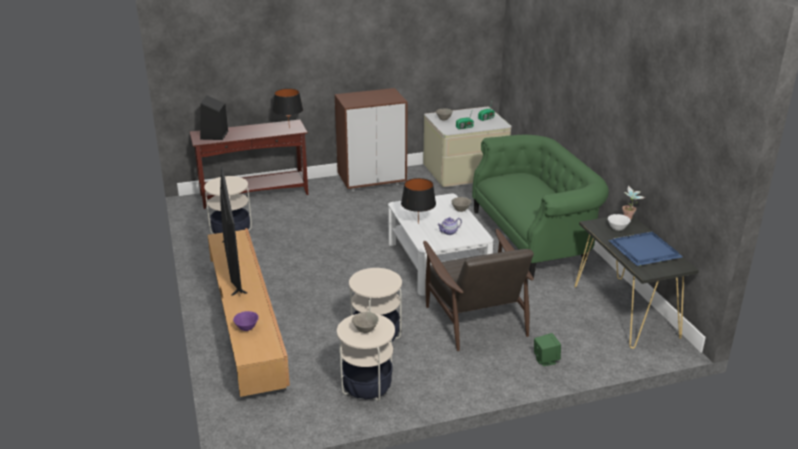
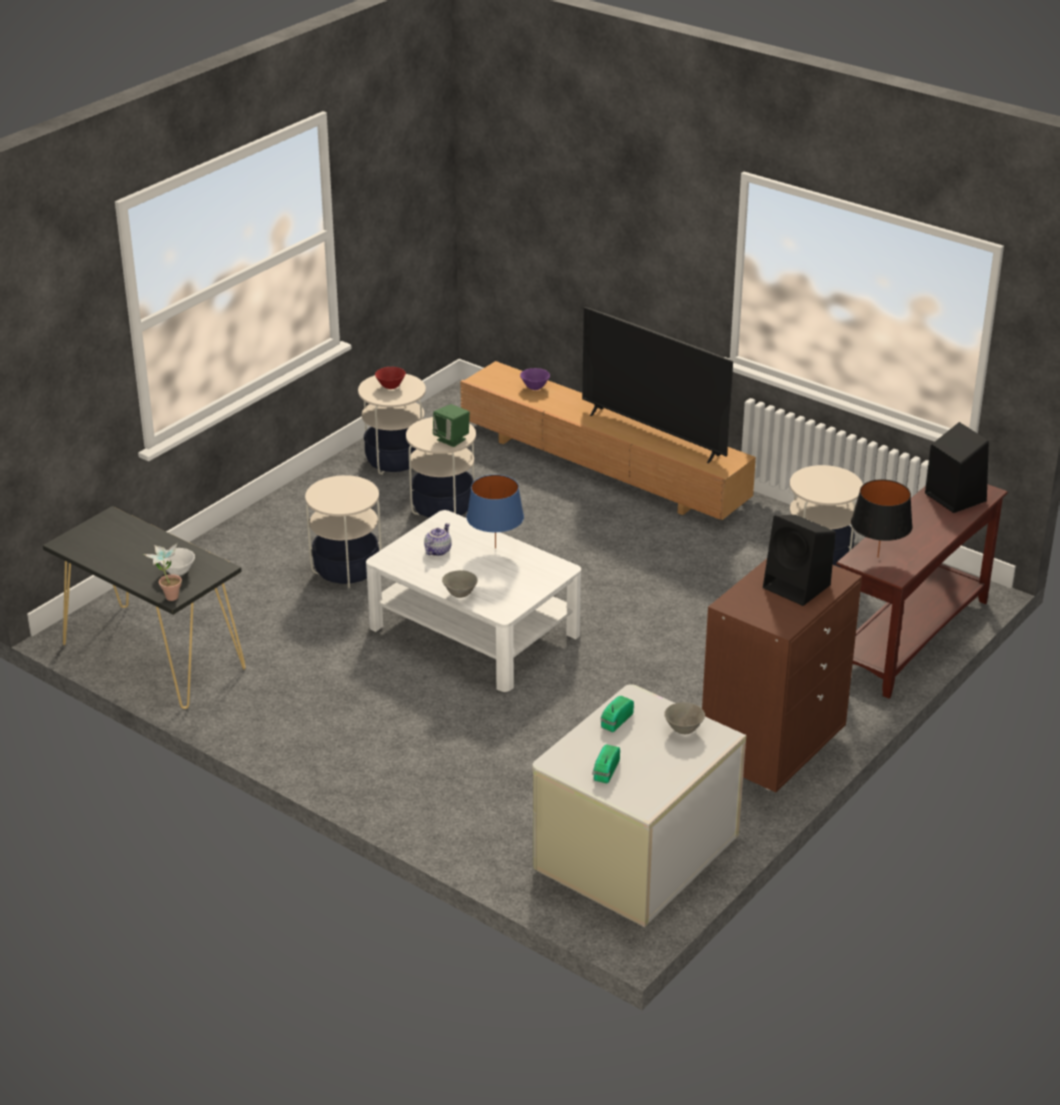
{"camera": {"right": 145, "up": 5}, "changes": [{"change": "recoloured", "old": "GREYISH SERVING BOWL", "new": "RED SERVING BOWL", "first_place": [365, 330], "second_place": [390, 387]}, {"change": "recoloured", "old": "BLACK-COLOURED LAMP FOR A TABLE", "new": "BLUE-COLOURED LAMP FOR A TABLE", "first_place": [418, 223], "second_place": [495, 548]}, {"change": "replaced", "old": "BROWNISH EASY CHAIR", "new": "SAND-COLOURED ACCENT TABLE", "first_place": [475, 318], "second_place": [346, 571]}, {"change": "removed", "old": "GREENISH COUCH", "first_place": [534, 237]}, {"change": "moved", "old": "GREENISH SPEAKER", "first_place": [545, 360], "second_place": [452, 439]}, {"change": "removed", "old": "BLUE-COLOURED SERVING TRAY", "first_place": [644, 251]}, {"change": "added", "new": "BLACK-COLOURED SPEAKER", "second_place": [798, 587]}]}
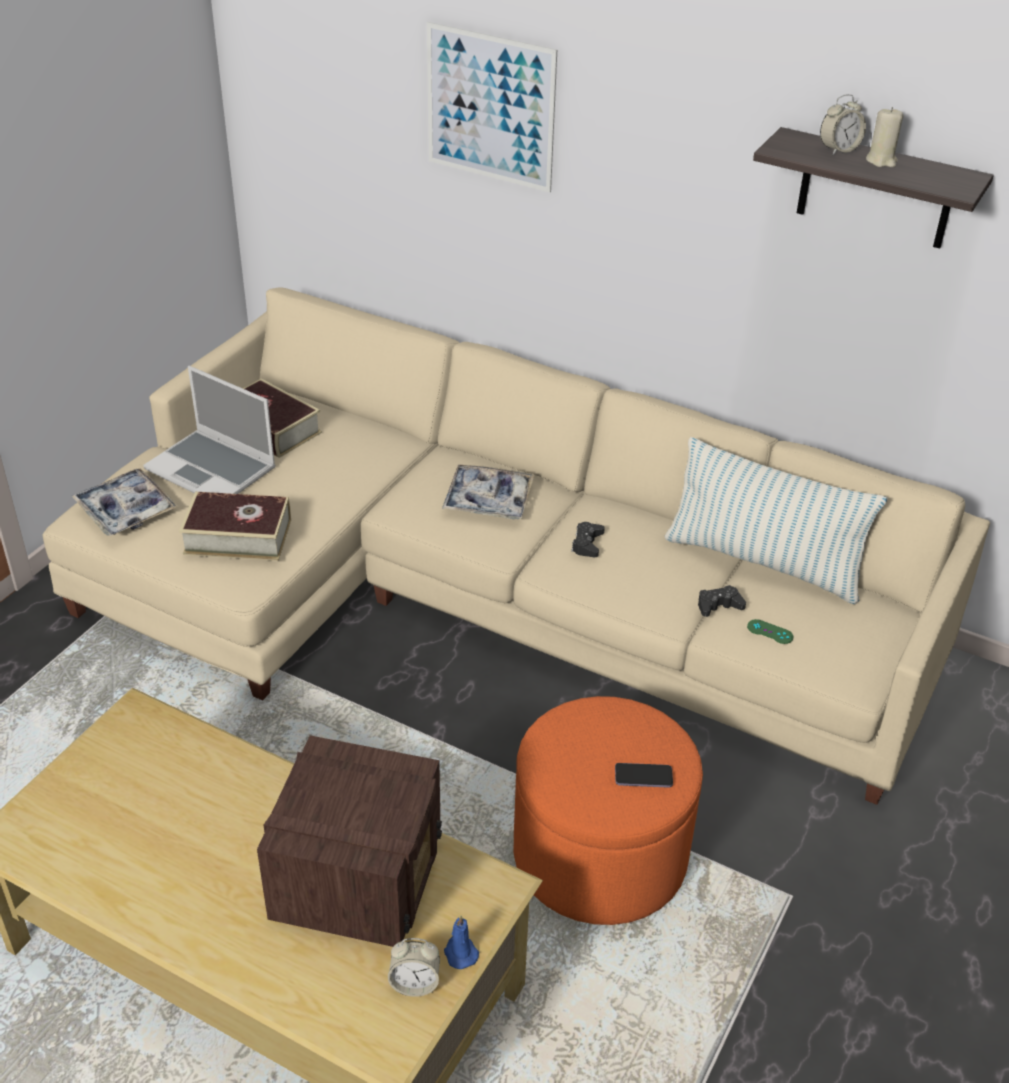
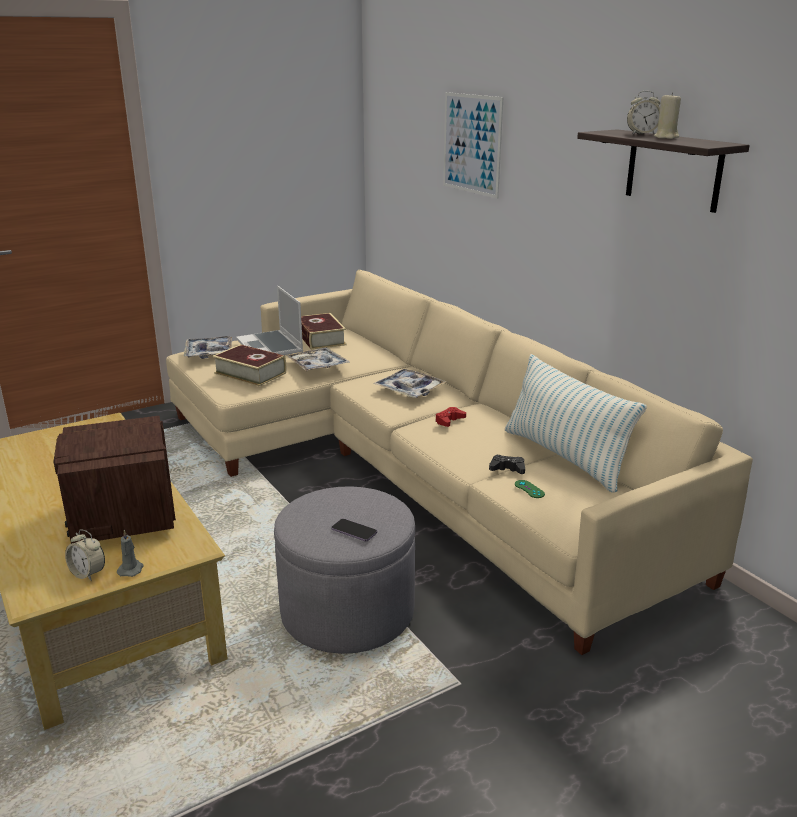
{"camera": {"right": 30, "up": -15}, "changes": [{"change": "turned", "old": "RADIO", "first_place": [359, 878], "second_place": [123, 518], "degrees": 120}, {"change": "recoloured", "old": "BLUE-COLOURED WAX LIGHT", "new": "GREYISH WAX LIGHT", "first_place": [460, 952], "second_place": [131, 569]}, {"change": "recoloured", "old": "ORANGE-COLOURED POUFFE", "new": "GREYISH POUFFE", "first_place": [600, 855], "second_place": [347, 611]}, {"change": "recoloured", "old": "BLACK-COLOURED GAMEPAD", "new": "RED GAMEPAD", "first_place": [587, 544], "second_place": [449, 421]}, {"change": "added", "new": "SERVING TRAY", "second_place": [317, 365]}]}
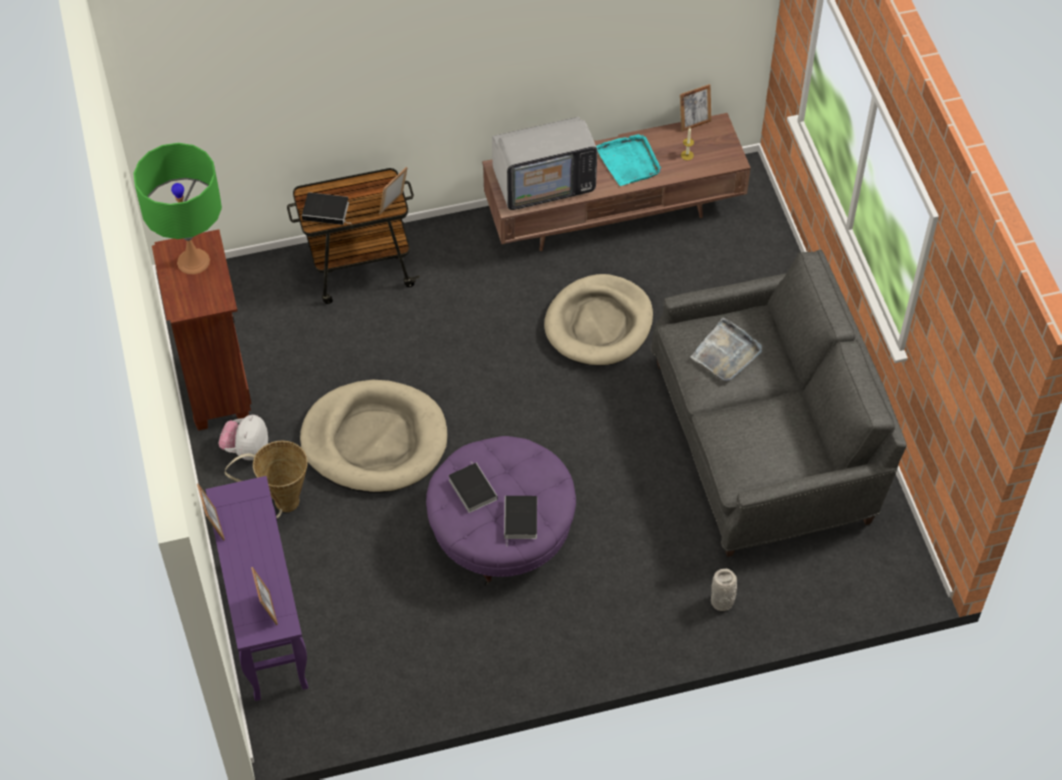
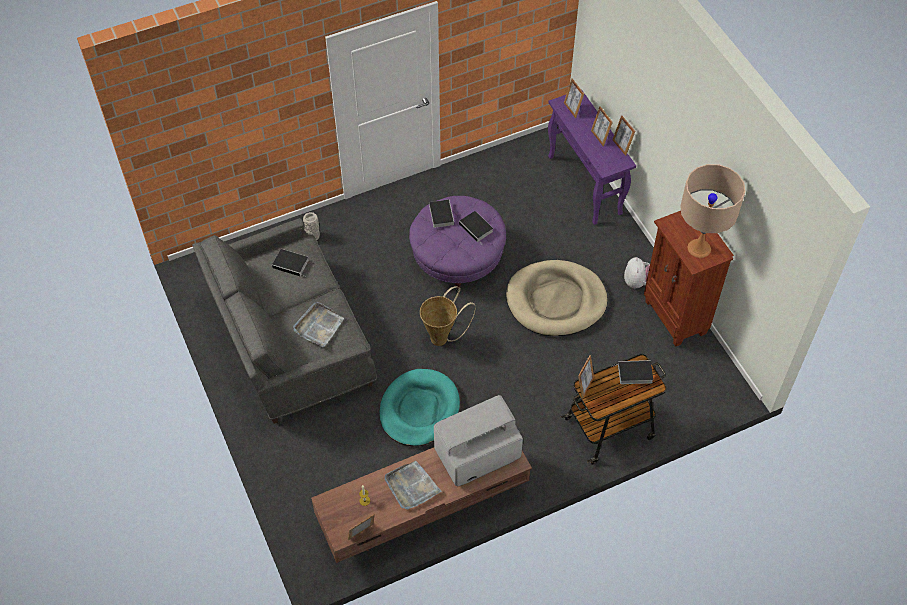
{"camera": {"right": 170, "up": 0}, "changes": [{"change": "recoloured", "old": "GREENISH LAMP FOR A TABLE", "new": "SAND-COLOURED LAMP FOR A TABLE", "first_place": [193, 261], "second_place": [699, 248]}, {"change": "moved", "old": "BASKET", "first_place": [280, 504], "second_place": [443, 337]}, {"change": "recoloured", "old": "SAND-COLOURED PET BED", "new": "BLUE-GREEN PET BED", "first_place": [599, 324], "second_place": [419, 410]}, {"change": "recoloured", "old": "BLUE-GREEN SERVING TRAY", "new": "GREYISH SERVING TRAY", "first_place": [629, 161], "second_place": [411, 486]}, {"change": "added", "new": "BOUND BOOK", "second_place": [291, 264]}, {"change": "added", "new": "PHOTO FRAME", "second_place": [600, 137]}]}
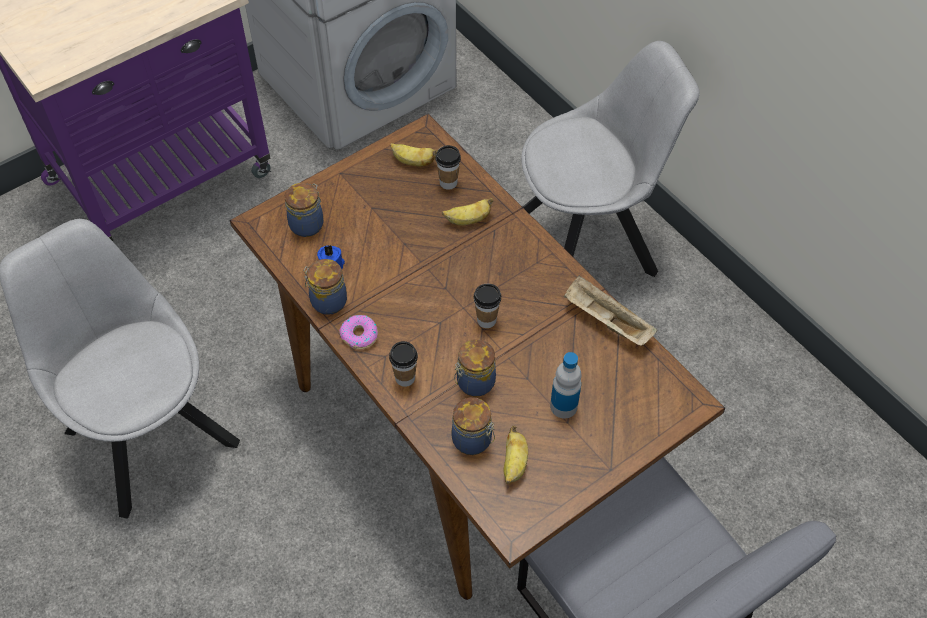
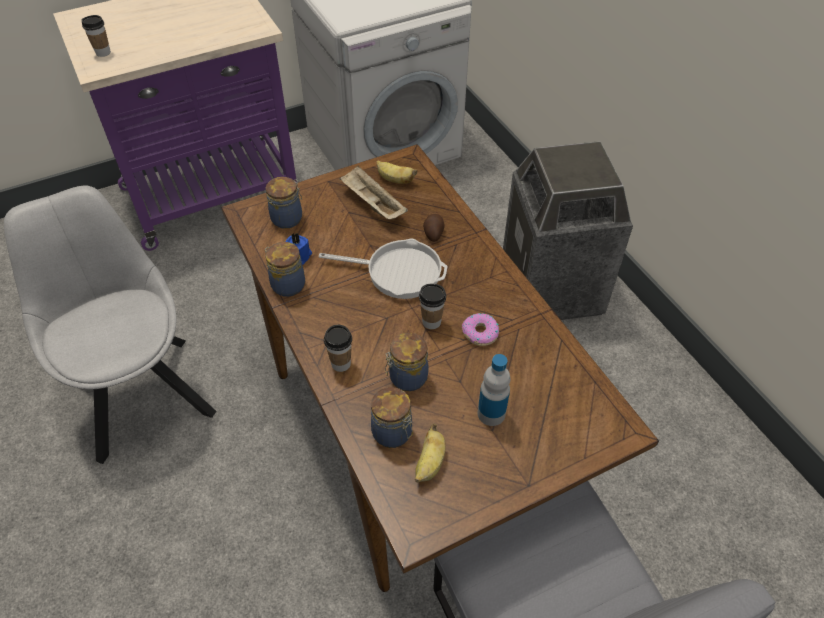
{"camera": {"right": 10, "up": -5}, "changes": [{"change": "moved", "old": "DOUGHNUT", "first_place": [359, 335], "second_place": [480, 333]}, {"change": "moved", "old": "DRINKING CUP", "first_place": [448, 183], "second_place": [103, 53]}, {"change": "replaced", "old": "BANANA FRUIT", "new": "WHOLE POTATO", "first_place": [468, 220], "second_place": [433, 233]}, {"change": "replaced", "old": "GREYISH PLAIN CHAIR", "new": "TRASH CAN", "first_place": [588, 242], "second_place": [551, 289]}, {"change": "moved", "old": "SAND-COLOURED SERVING TRAY", "first_place": [605, 321], "second_place": [372, 204]}, {"change": "added", "new": "PAN", "second_place": [398, 272]}]}
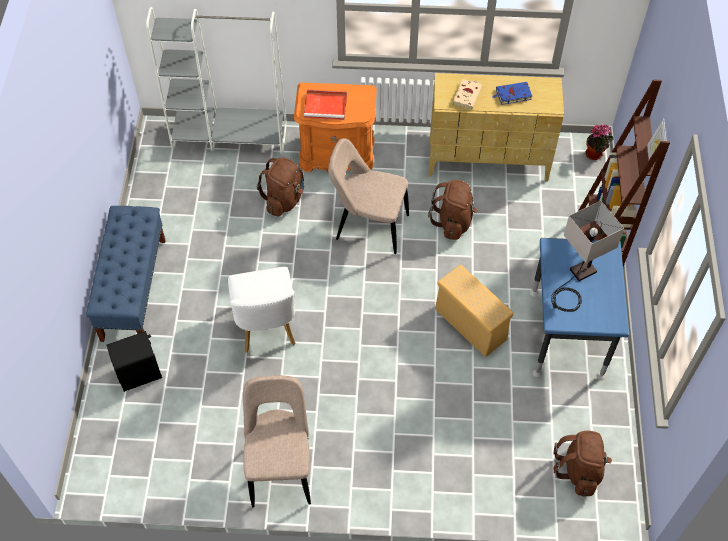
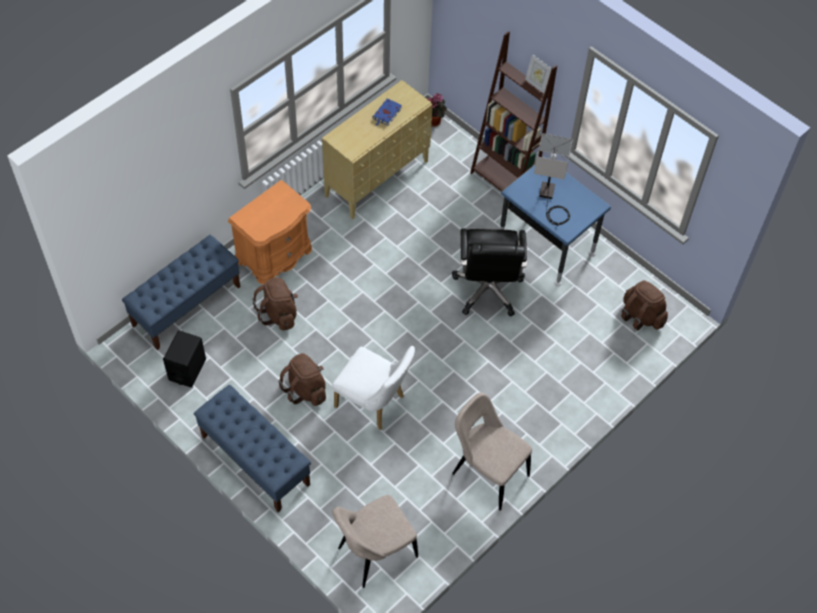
{"camera": {"right": -50, "up": 0}, "changes": [{"change": "moved", "old": "BLACK-COLOURED SPEAKER", "first_place": [139, 373], "second_place": [187, 369]}, {"change": "replaced", "old": "GREYISH GARMENT STAND", "new": "BLUE-COLOURED BENCH", "first_place": [230, 138], "second_place": [187, 305]}, {"change": "removed", "old": "RED SERVING TRAY", "first_place": [326, 106]}, {"change": "moved", "old": "SAND-COLOURED PLAIN CHAIR", "first_place": [368, 226], "second_place": [374, 554]}, {"change": "moved", "old": "BROWNISH KNAPSACK", "first_place": [453, 222], "second_place": [305, 389]}, {"change": "replaced", "old": "SAND-COLOURED STORAGE BIN", "new": "BLACK-COLOURED OFFICE CHAIR", "first_place": [469, 323], "second_place": [487, 289]}, {"change": "removed", "old": "SAND-COLOURED BOUND BOOK", "first_place": [467, 95]}]}
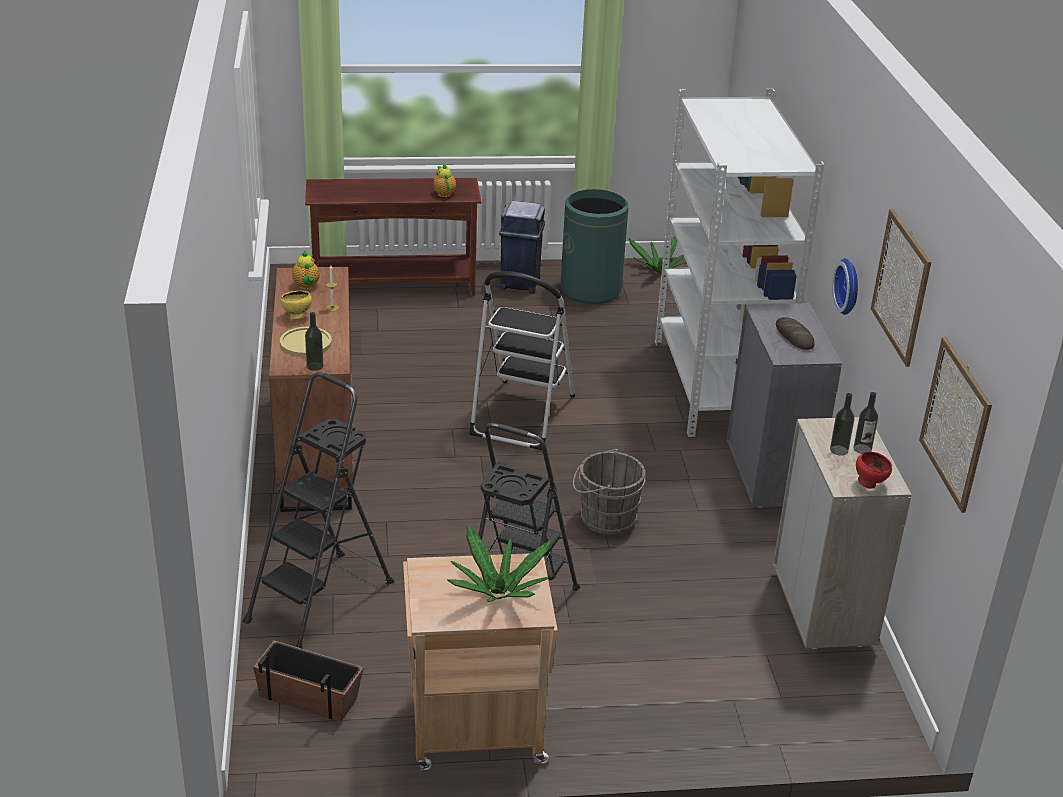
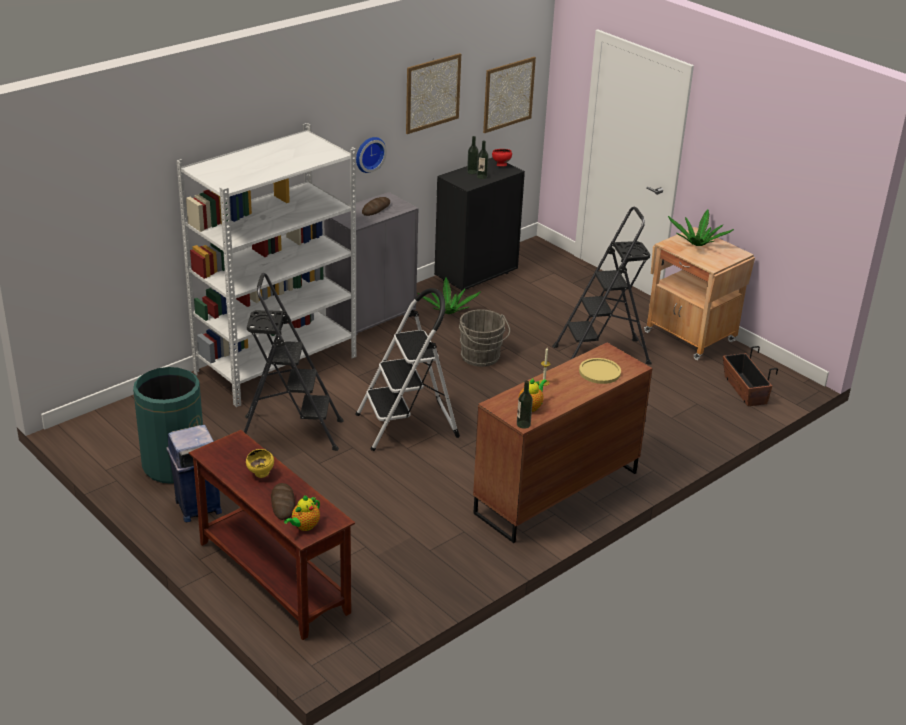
{"camera": {"right": -125, "up": 0}, "changes": [{"change": "moved", "old": "STEP LADDER", "first_place": [321, 599], "second_place": [289, 432]}, {"change": "moved", "old": "YELLOW-COLOURED SERVING BOWL", "first_place": [296, 317], "second_place": [261, 475]}, {"change": "moved", "old": "BEVERAGE BOTTLE", "first_place": [315, 366], "second_place": [523, 424]}, {"change": "moved", "old": "POT FOR TEA", "first_place": [444, 193], "second_place": [304, 526]}, {"change": "moved", "old": "PLANT IN A POT", "first_place": [659, 271], "second_place": [448, 312]}, {"change": "recoloured", "old": "SAND-COLOURED CABINET", "new": "BLACK-COLOURED CABINET", "first_place": [823, 613], "second_place": [476, 276]}, {"change": "added", "new": "BAKED BREAD", "second_place": [283, 504]}]}
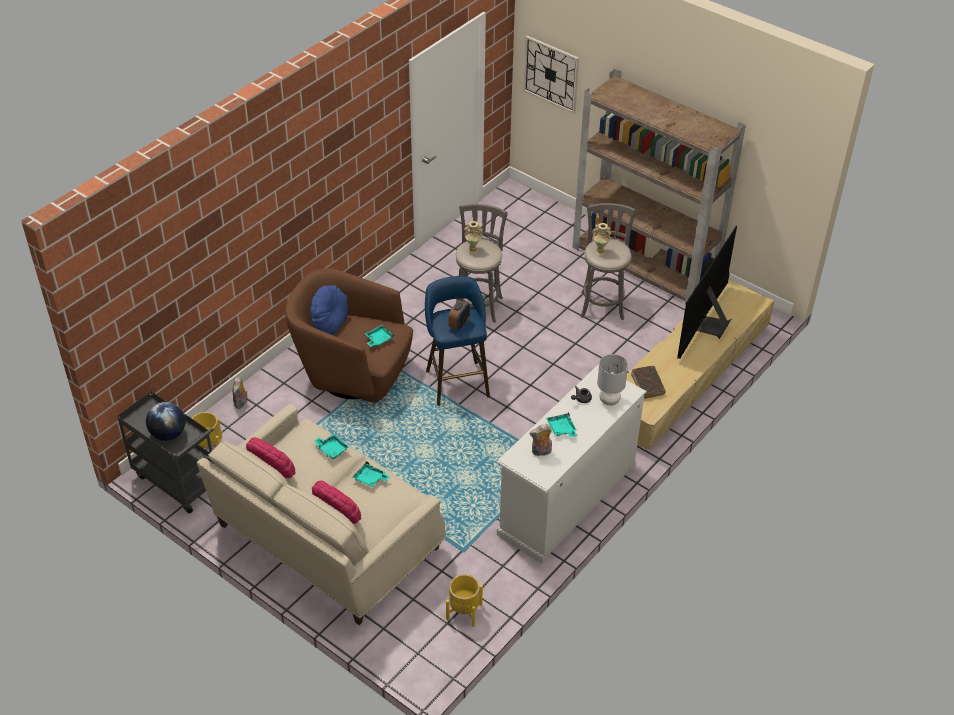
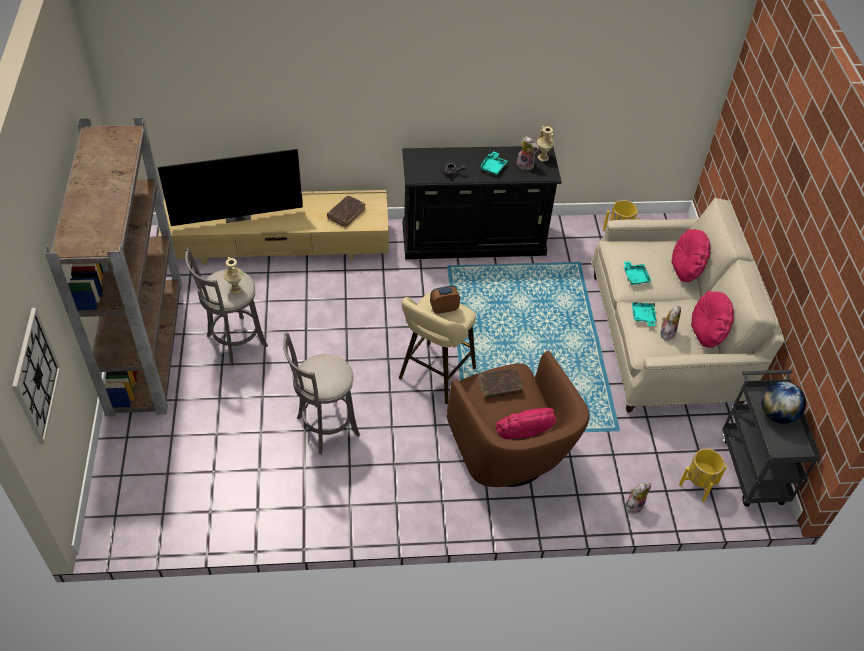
{"camera": {"right": -135, "up": 5}, "changes": [{"change": "recoloured", "old": "BLUE-COLOURED PILLOW", "new": "PINK-COLOURED PILLOW", "first_place": [330, 326], "second_place": [523, 439]}, {"change": "replaced", "old": "BLUE-GREEN SERVING TRAY", "new": "BROWNISH BOUND BOOK", "first_place": [378, 339], "second_place": [500, 386]}, {"change": "recoloured", "old": "BLUE-COLOURED STOOL", "new": "SAND-COLOURED STOOL", "first_place": [456, 380], "second_place": [435, 376]}, {"change": "moved", "old": "SAND-COLOURED VASE", "first_place": [473, 250], "second_place": [543, 157]}, {"change": "recoloured", "old": "WHITISH CABINET", "new": "BLACK-COLOURED CABINET", "first_place": [567, 500], "second_place": [474, 239]}, {"change": "removed", "old": "GREYISH LAMP FOR A TABLE", "first_place": [609, 401]}, {"change": "added", "new": "SOFT TOY", "second_place": [666, 332]}]}
